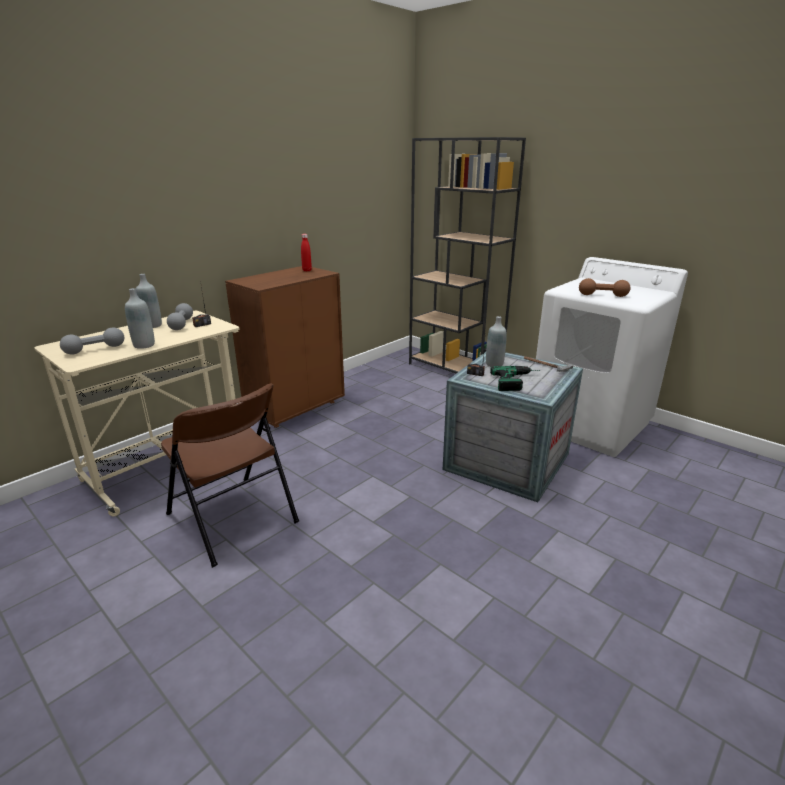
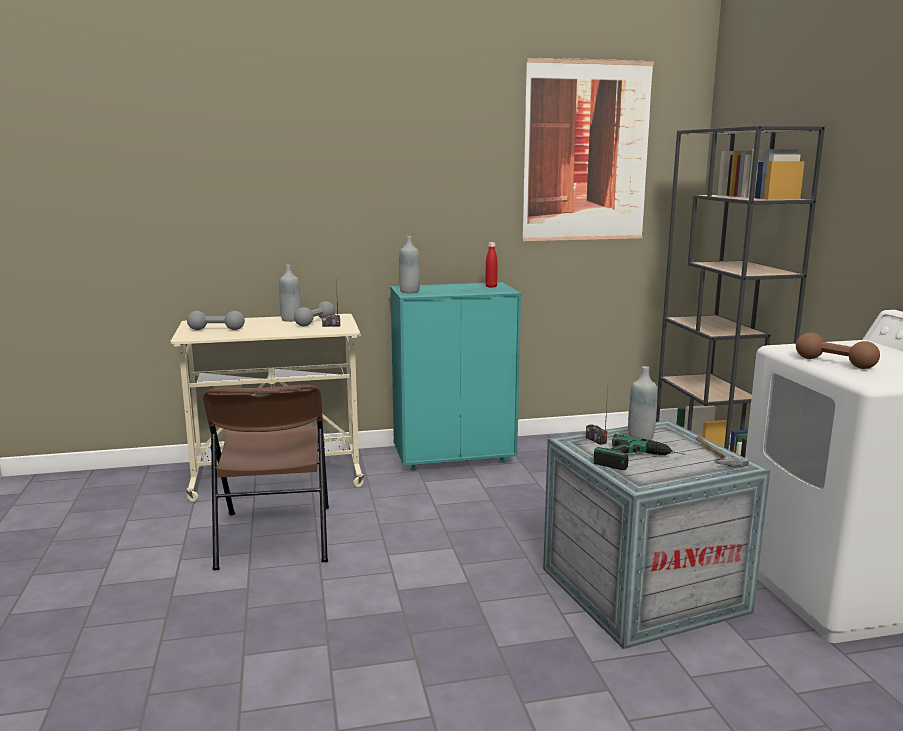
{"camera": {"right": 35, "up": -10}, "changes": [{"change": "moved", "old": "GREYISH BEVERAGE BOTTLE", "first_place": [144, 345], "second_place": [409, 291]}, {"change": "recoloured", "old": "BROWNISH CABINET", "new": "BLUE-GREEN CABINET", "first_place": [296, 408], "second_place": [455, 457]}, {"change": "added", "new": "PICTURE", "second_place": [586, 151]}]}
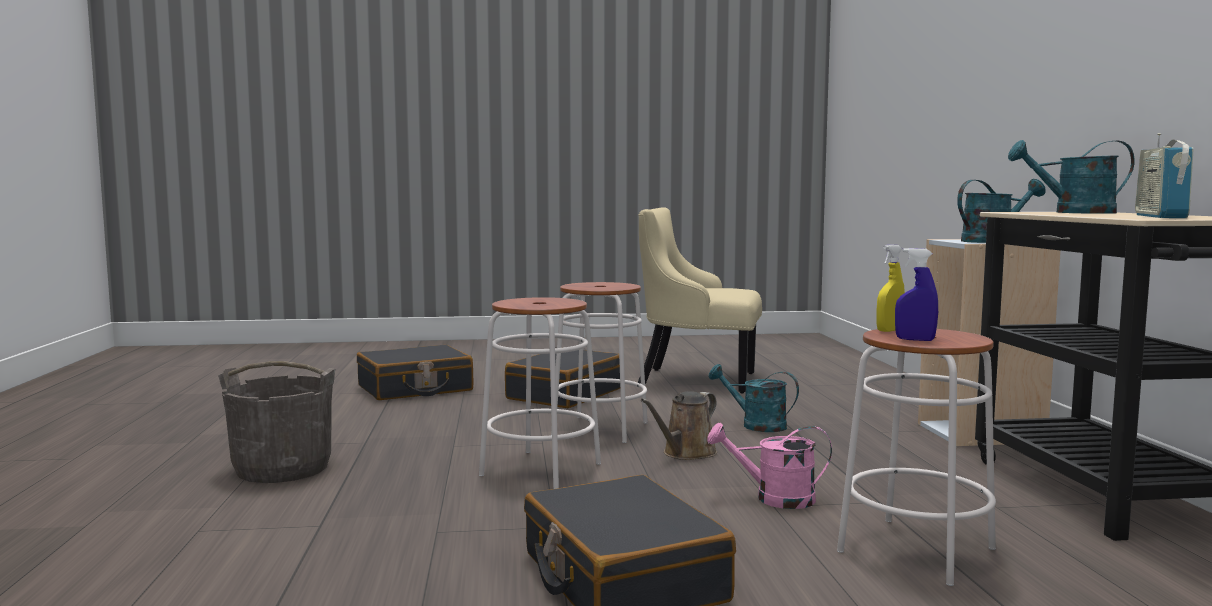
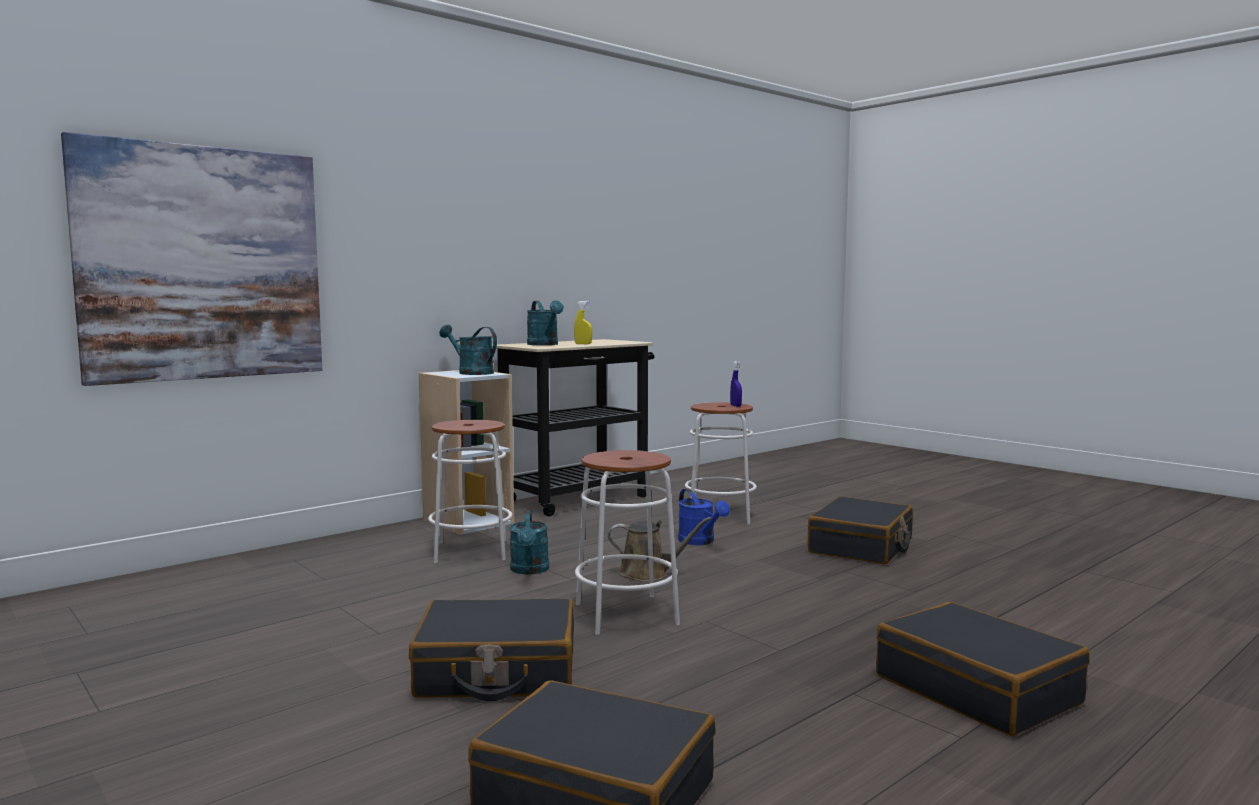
{"camera": {"right": -125, "up": 0}, "changes": [{"change": "replaced", "old": "GREYISH WATER BUCKET", "new": "BLACK-COLOURED SUITCASE", "first_place": [283, 468], "second_place": [977, 690]}, {"change": "moved", "old": "WHITISH STOOL", "first_place": [541, 469], "second_place": [471, 551]}, {"change": "removed", "old": "SAND-COLOURED PLAIN CHAIR", "first_place": [699, 380]}, {"change": "recoloured", "old": "PINK-COLOURED SPRINKLING CAN", "new": "BLUE-COLOURED SPRINKLING CAN", "first_place": [774, 499], "second_place": [700, 542]}, {"change": "moved", "old": "YELLOW-COLOURED SPRAY BOTTLE", "first_place": [889, 330], "second_place": [583, 344]}, {"change": "removed", "old": "RADIO", "first_place": [1160, 216]}, {"change": "added", "new": "PICTURE", "second_place": [203, 263]}]}
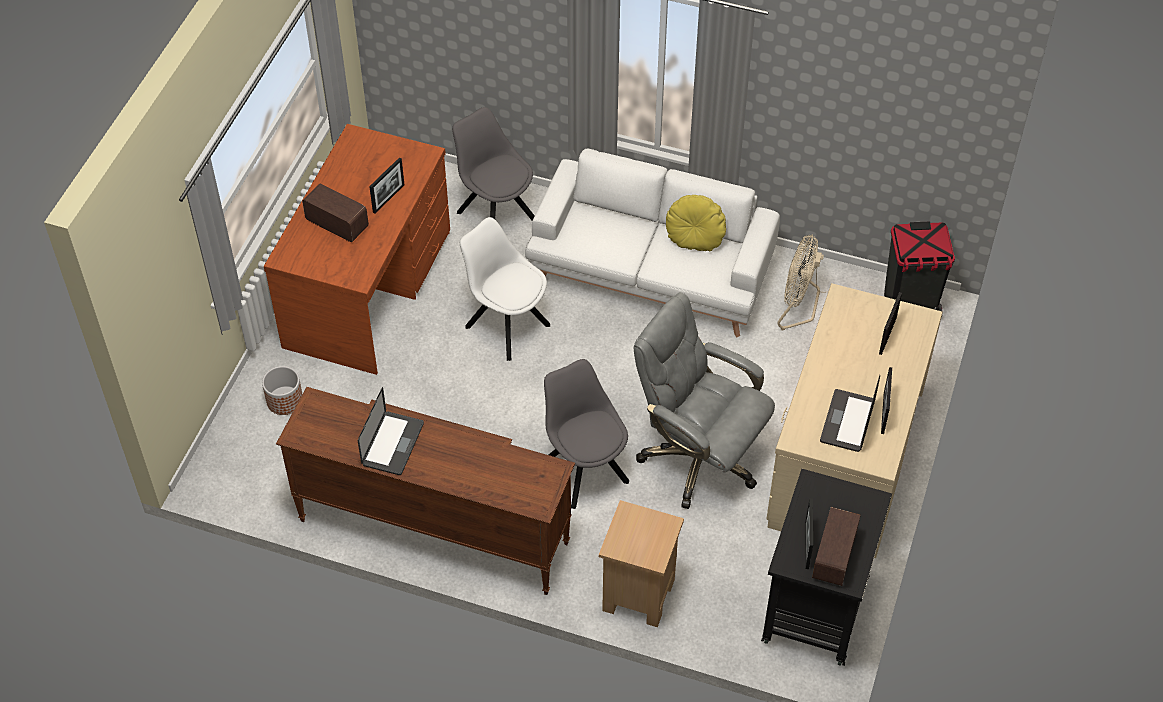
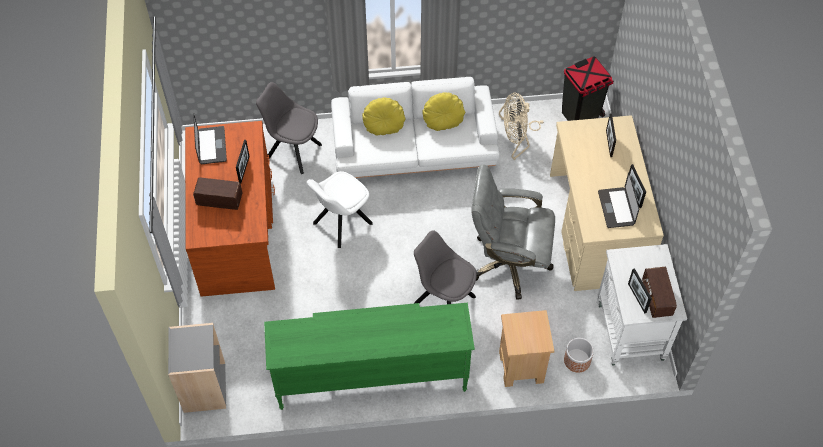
{"camera": {"right": -25, "up": 5}, "changes": [{"change": "moved", "old": "FLOWER POT", "first_place": [285, 401], "second_place": [577, 360]}, {"change": "recoloured", "old": "BROWNISH CABINET", "new": "GREENISH CABINET", "first_place": [434, 530], "second_place": [371, 379]}, {"change": "moved", "old": "NOTEBOOK COMPUTER", "first_place": [393, 444], "second_place": [212, 146]}, {"change": "turned", "old": "WHITISH PLAIN CHAIR", "first_place": [506, 326], "second_place": [341, 223], "degrees": -60}, {"change": "recoloured", "old": "BLACK-COLOURED TROLLEY", "new": "WHITISH TROLLEY", "first_place": [815, 610], "second_place": [630, 332]}, {"change": "added", "new": "GREYISH SHELVING UNIT", "second_place": [204, 386]}, {"change": "added", "new": "YELLOW-COLOURED PILLOW", "second_place": [384, 128]}]}
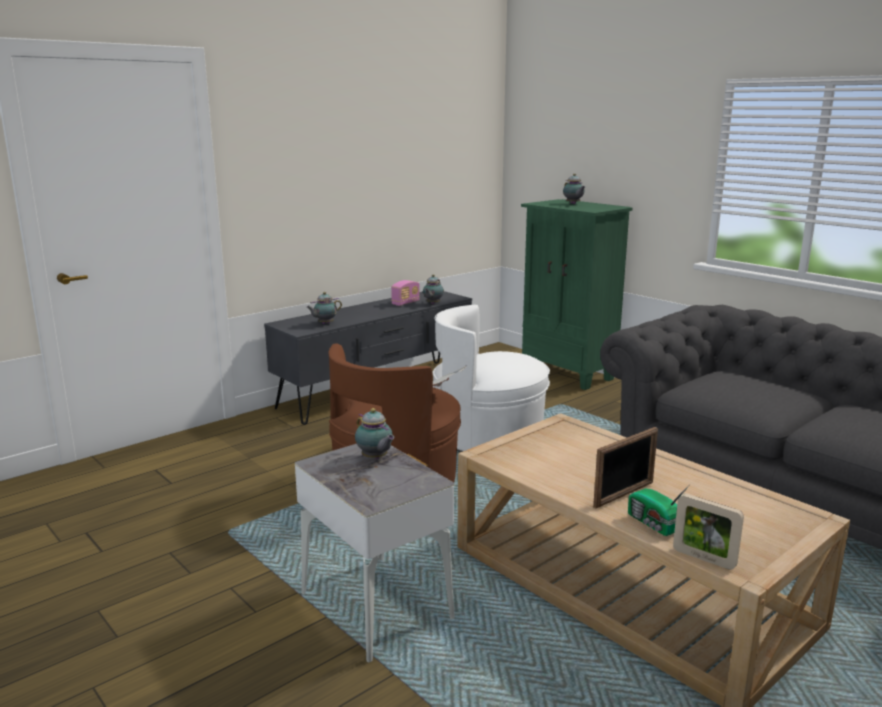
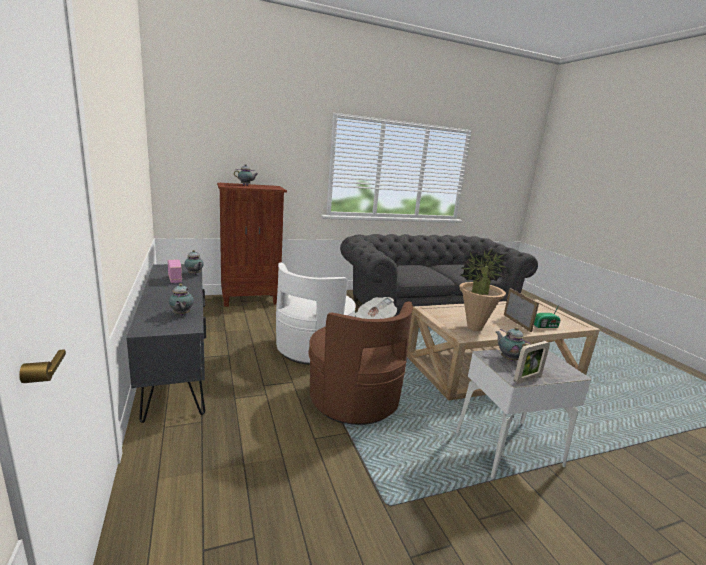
{"camera": {"right": -70, "up": 0}, "changes": [{"change": "turned", "old": "POT FOR TEA", "first_place": [375, 458], "second_place": [508, 359], "degrees": -105}, {"change": "recoloured", "old": "GREENISH CABINET", "new": "BROWNISH CABINET", "first_place": [567, 375], "second_place": [250, 300]}, {"change": "moved", "old": "PHOTO FRAME", "first_place": [704, 558], "second_place": [527, 379]}, {"change": "added", "new": "PLANT IN A POT", "second_place": [474, 328]}]}
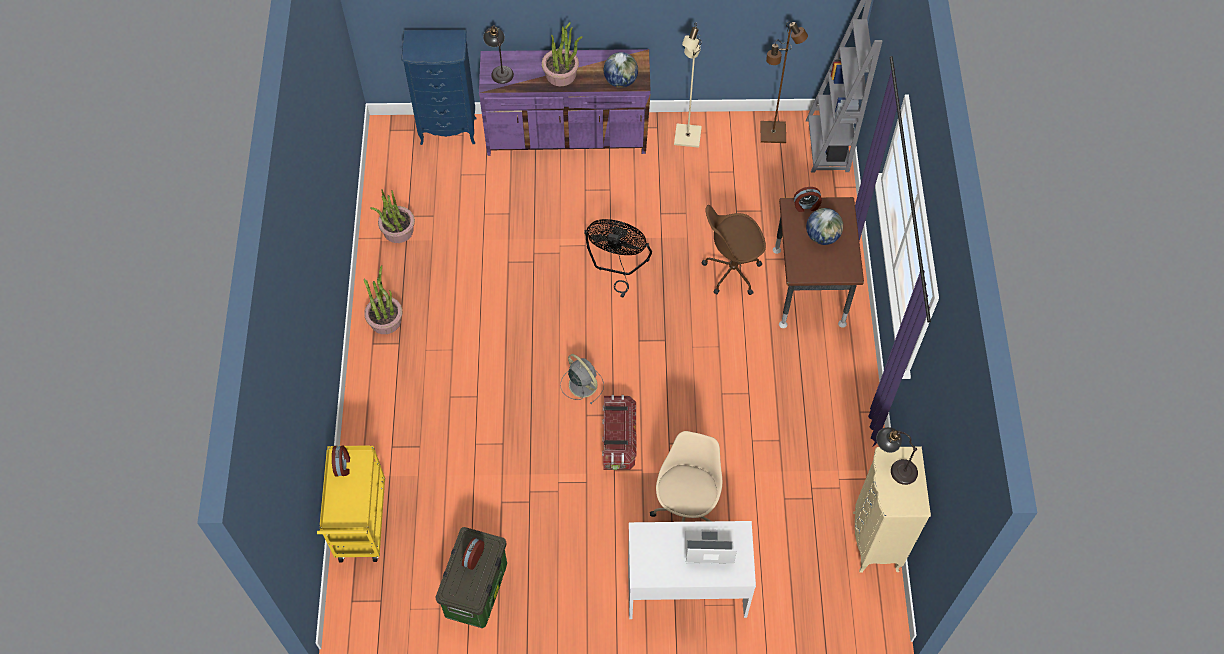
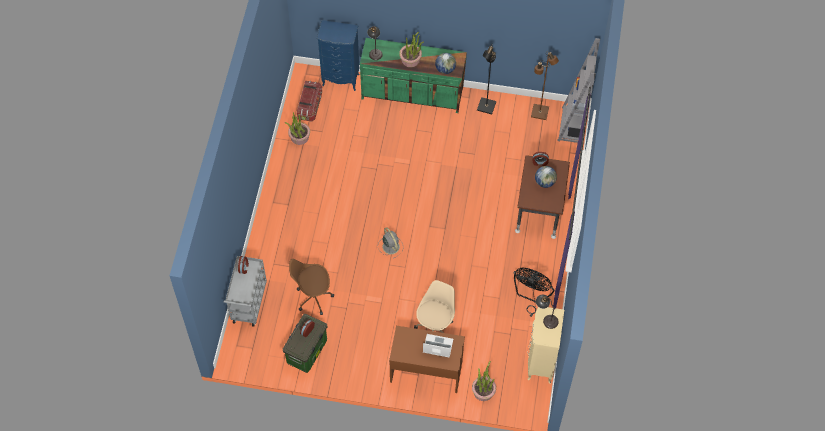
{"camera": {"right": 10, "up": 0}, "changes": [{"change": "recoloured", "old": "YELLOW-COLOURED TROLLEY", "new": "GREYISH TROLLEY", "first_place": [361, 526], "second_place": [249, 305]}, {"change": "moved", "old": "PLANT IN A POT", "first_place": [385, 320], "second_place": [483, 391]}, {"change": "recoloured", "old": "PURPLISH CABINET", "new": "GREENISH CABINET", "first_place": [568, 135], "second_place": [413, 94]}, {"change": "moved", "old": "BLACK-COLOURED COOLING FAN", "first_place": [617, 264], "second_place": [531, 294]}, {"change": "moved", "old": "STORAGE BIN", "first_place": [618, 439], "second_place": [310, 106]}, {"change": "recoloured", "old": "WHITISH DESK TABLE", "new": "BROWNISH DESK TABLE", "first_place": [686, 587], "second_place": [426, 370]}, {"change": "recoloured", "old": "SAND-COLOURED FLOOR LAMP", "new": "BLACK-COLOURED FLOOR LAMP", "first_place": [687, 136], "second_place": [486, 106]}, {"change": "moved", "old": "BROWNISH OFFICE CHAIR", "first_place": [730, 272], "second_place": [313, 298]}]}
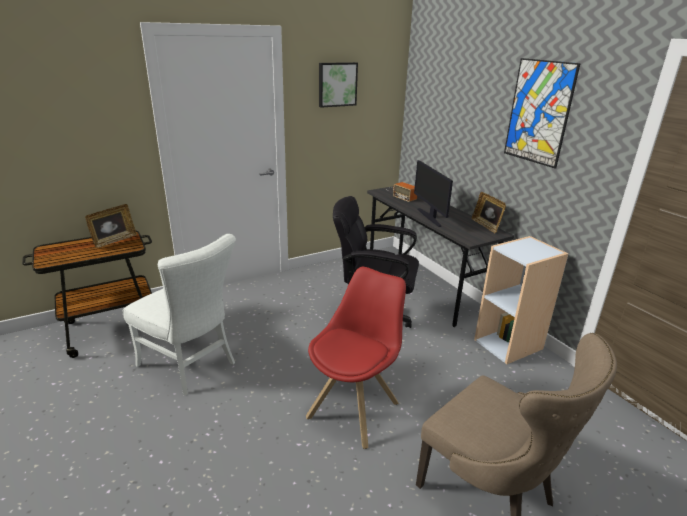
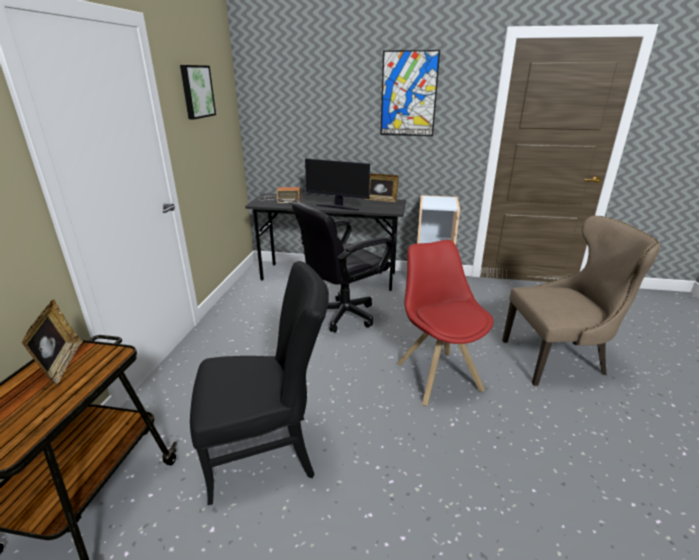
{"camera": {"right": -50, "up": 0}, "changes": [{"change": "recoloured", "old": "WHITISH PLAIN CHAIR", "new": "BLACK-COLOURED PLAIN CHAIR", "first_place": [191, 365], "second_place": [268, 452]}]}
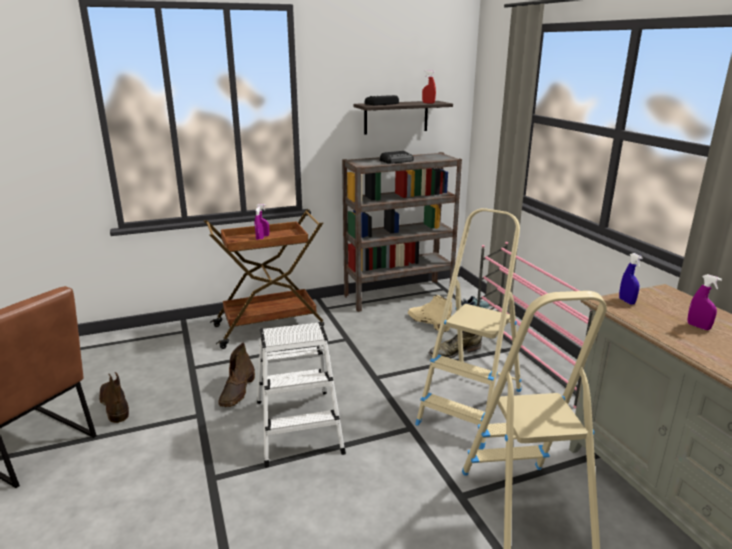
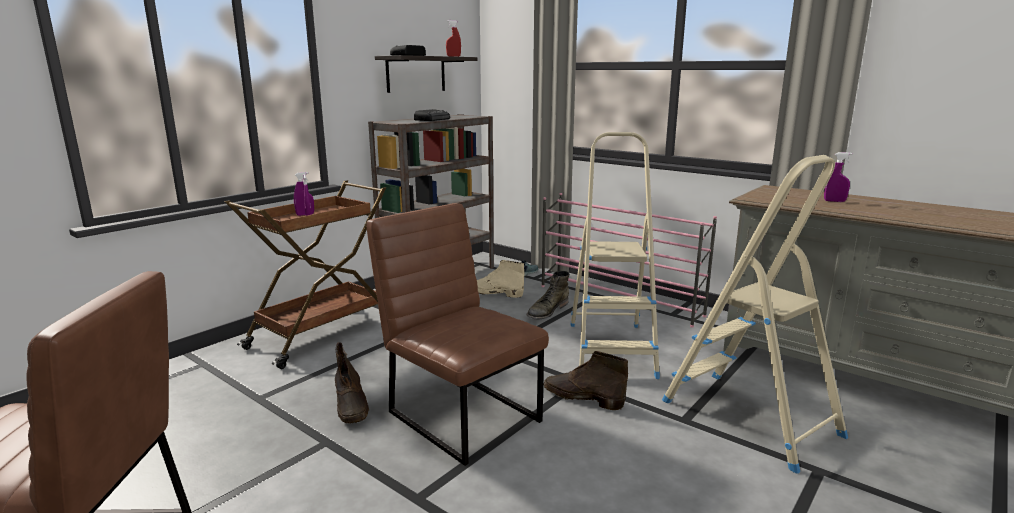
{"camera": {"right": -30, "up": -5}, "changes": [{"change": "moved", "old": "BROWNISH TALL BOOT", "first_place": [114, 405], "second_place": [582, 397]}, {"change": "replaced", "old": "WHITISH STEP LADDER", "new": "BROWNISH PLAIN CHAIR", "first_place": [298, 425], "second_place": [462, 414]}, {"change": "removed", "old": "BLUE-COLOURED SPRAY BOTTLE", "first_place": [626, 301]}]}
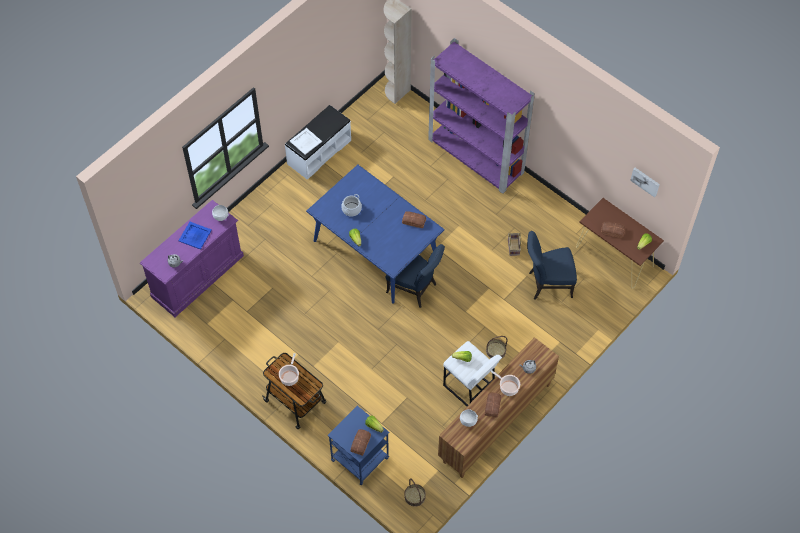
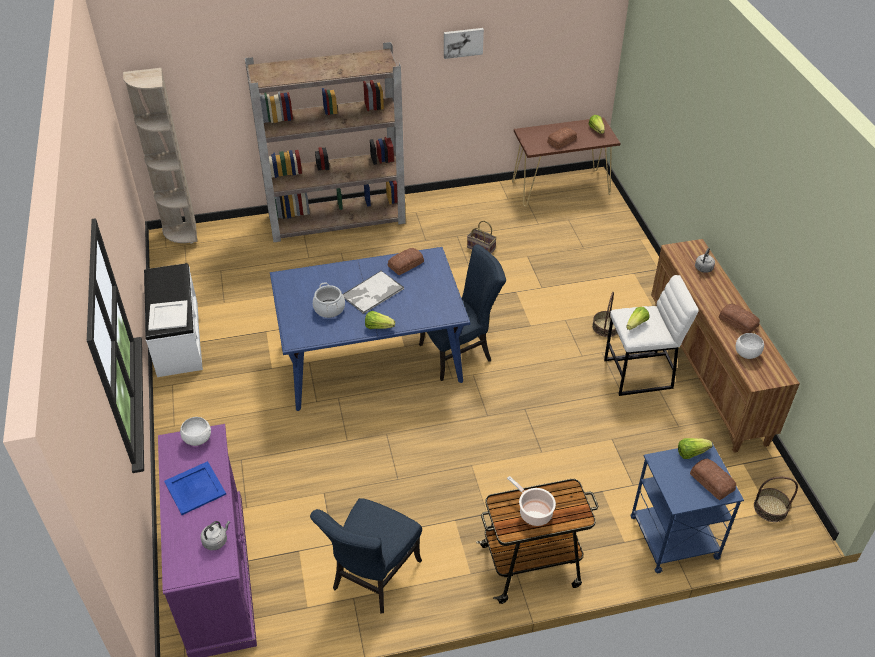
{"camera": {"right": -55, "up": -15}, "changes": [{"change": "recoloured", "old": "PURPLISH SHELVING UNIT", "new": "BROWNISH SHELVING UNIT", "first_place": [476, 156], "second_place": [337, 219]}, {"change": "removed", "old": "STOCKPOT", "first_place": [508, 387]}, {"change": "moved", "old": "BLUE-COLOURED PLAIN CHAIR", "first_place": [547, 284], "second_place": [372, 578]}, {"change": "moved", "old": "PICTURE", "first_place": [645, 181], "second_place": [463, 42]}, {"change": "added", "new": "SERVING TRAY", "second_place": [372, 293]}]}
